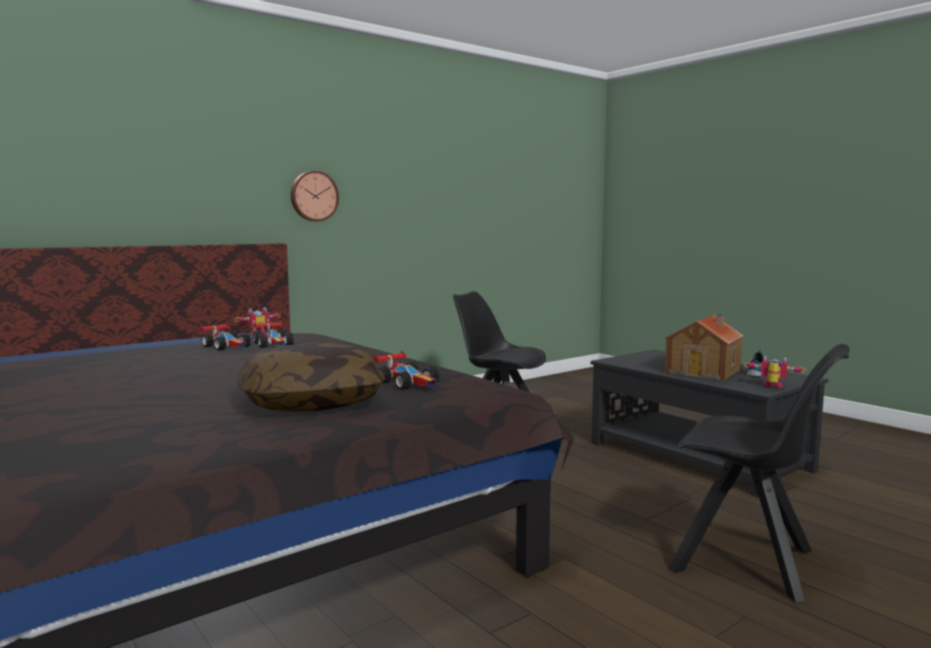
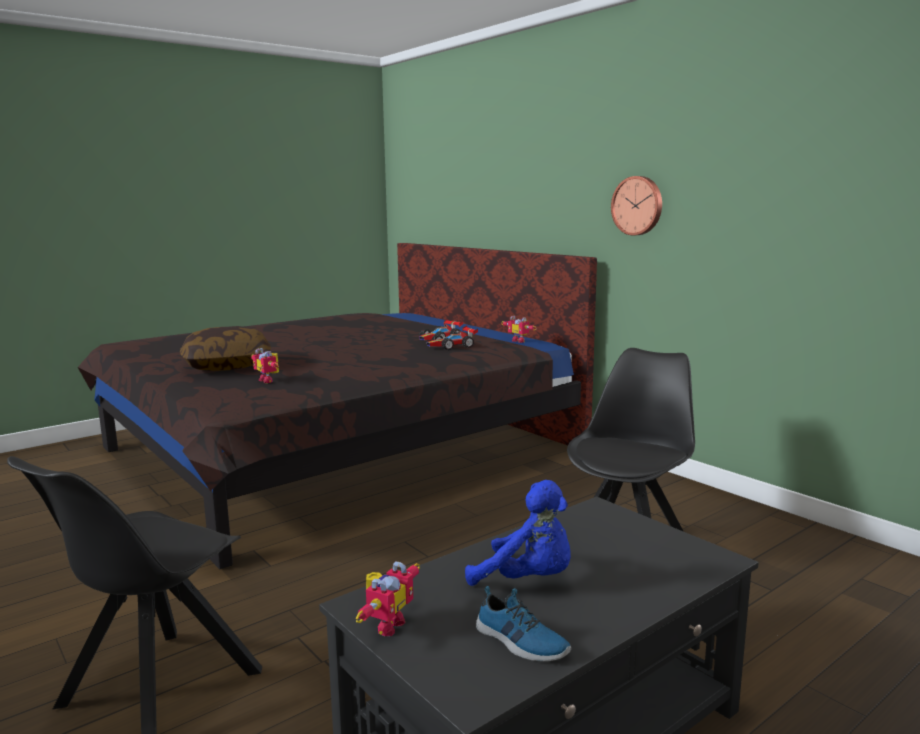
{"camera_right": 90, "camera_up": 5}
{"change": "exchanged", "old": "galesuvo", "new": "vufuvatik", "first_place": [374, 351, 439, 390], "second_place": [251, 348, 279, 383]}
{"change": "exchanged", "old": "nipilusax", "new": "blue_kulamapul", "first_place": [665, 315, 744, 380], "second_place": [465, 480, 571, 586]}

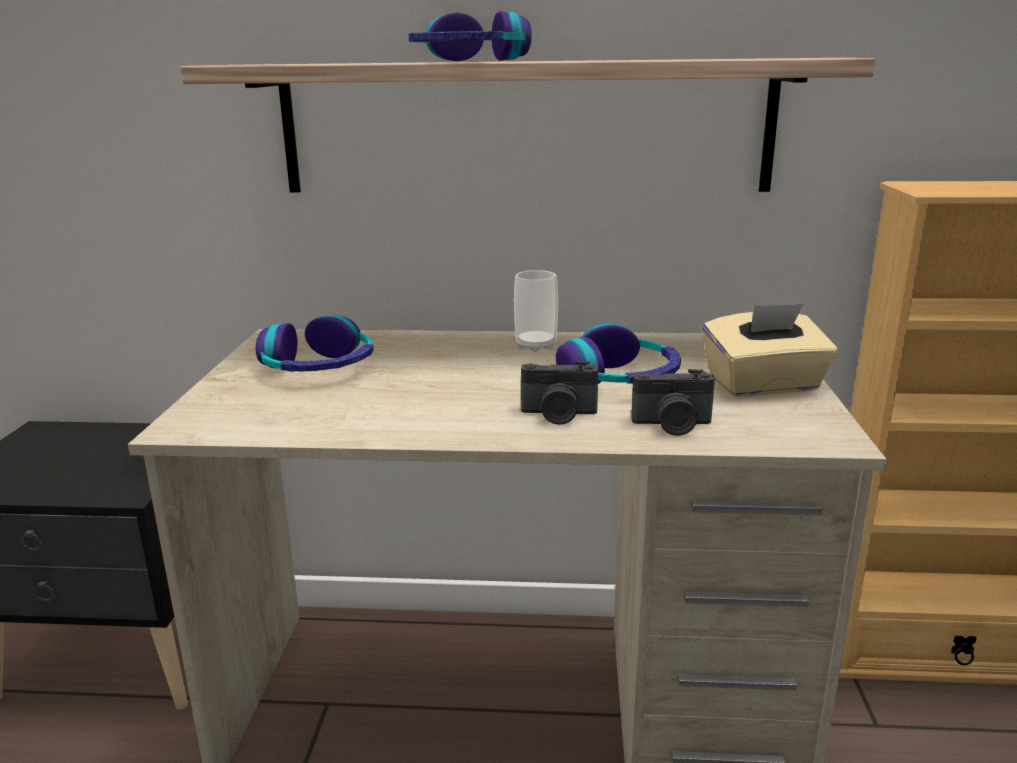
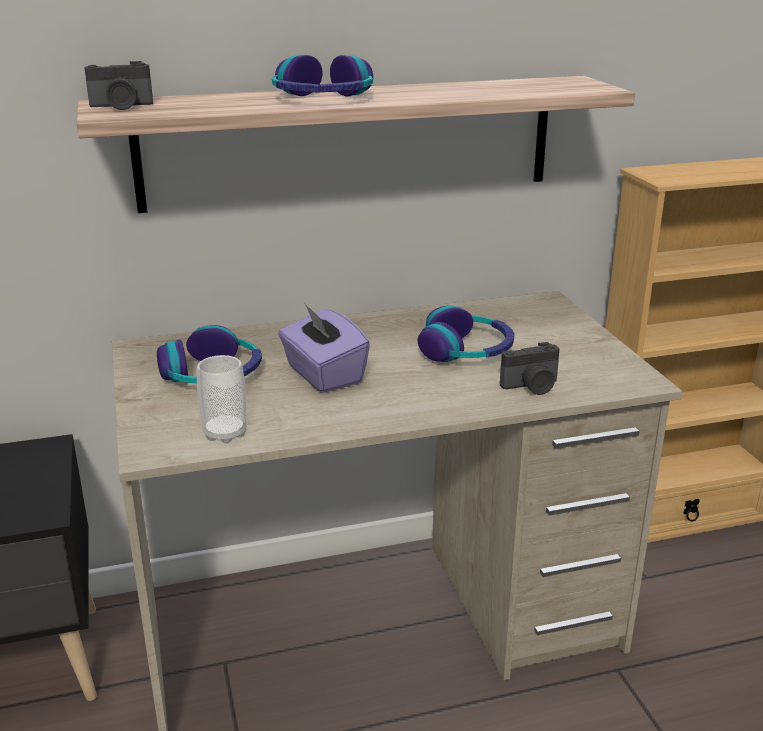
{"camera_right": -20, "camera_up": 5}
{"change": "relocated", "old": "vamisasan", "first_place": [514, 270, 558, 352], "second_place": [197, 355, 247, 443]}
{"change": "relocated", "old": "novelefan", "first_place": [521, 361, 598, 425], "second_place": [84, 61, 153, 110]}
{"change": "missing", "old": "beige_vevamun", "first_place": [703, 303, 838, 397]}
{"change": "appeared", "new": "purple_vevamun", "second_place": [278, 304, 370, 393]}

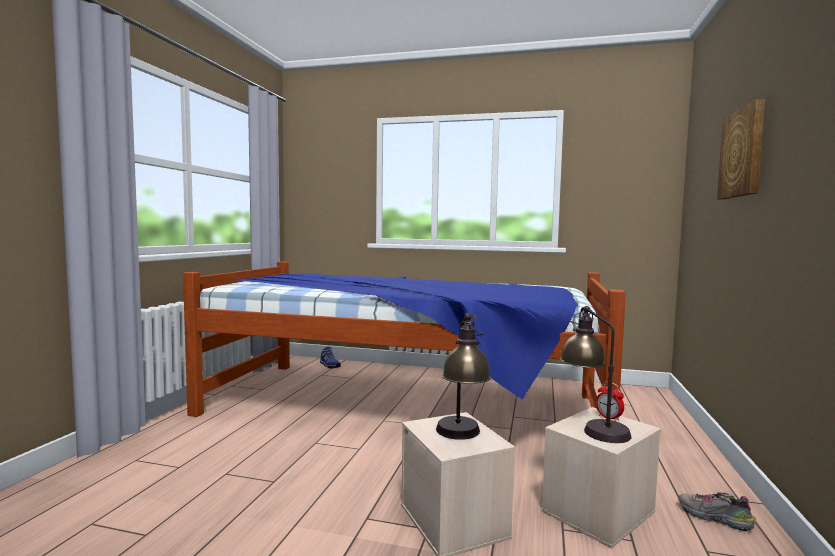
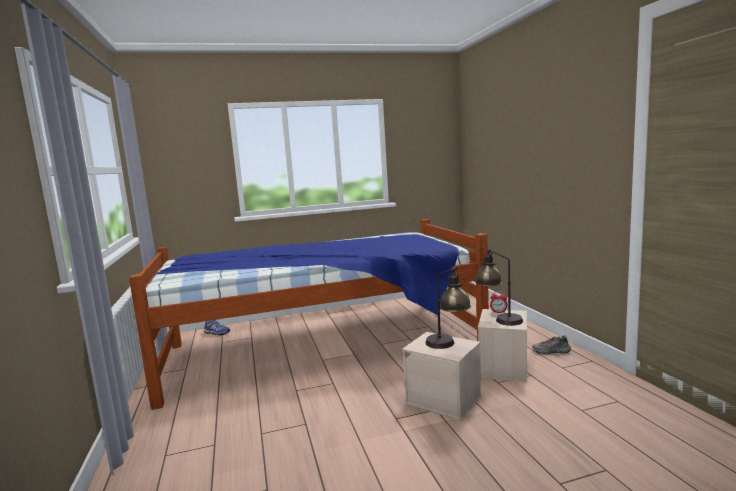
{"camera_right": -30, "camera_up": 5}
{"change": "missing", "old": "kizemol", "first_place": [717, 99, 765, 200]}

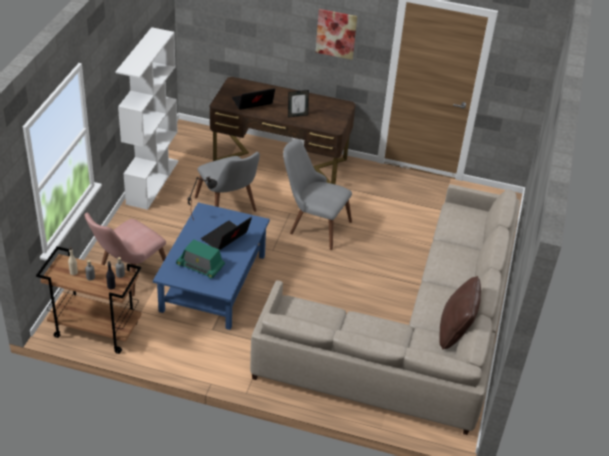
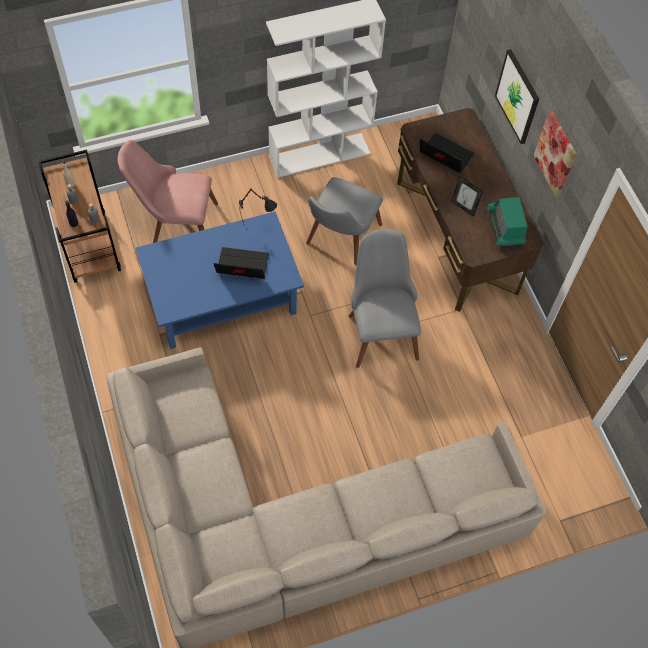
{"camera_right": 55, "camera_up": 20}
{"change": "relocated", "old": "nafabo", "first_place": [176, 239, 225, 279], "second_place": [487, 197, 528, 247]}
{"change": "missing", "old": "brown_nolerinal", "first_place": [439, 276, 481, 349]}
{"change": "appeared", "new": "kizemol", "second_place": [495, 49, 539, 144]}

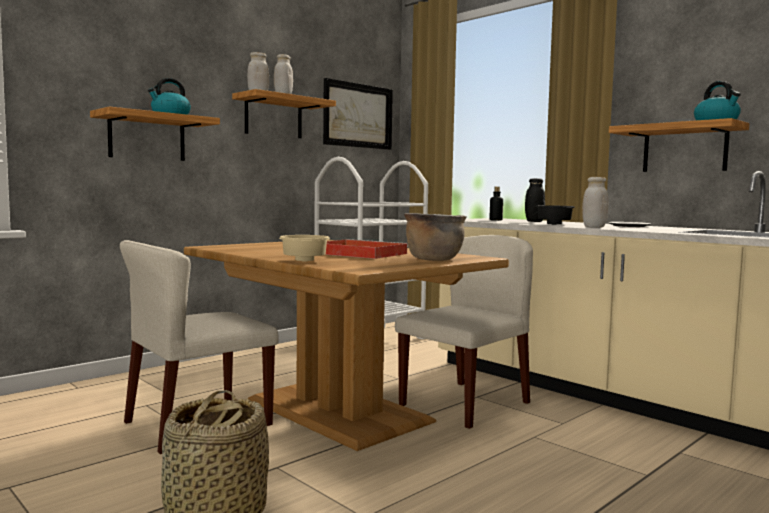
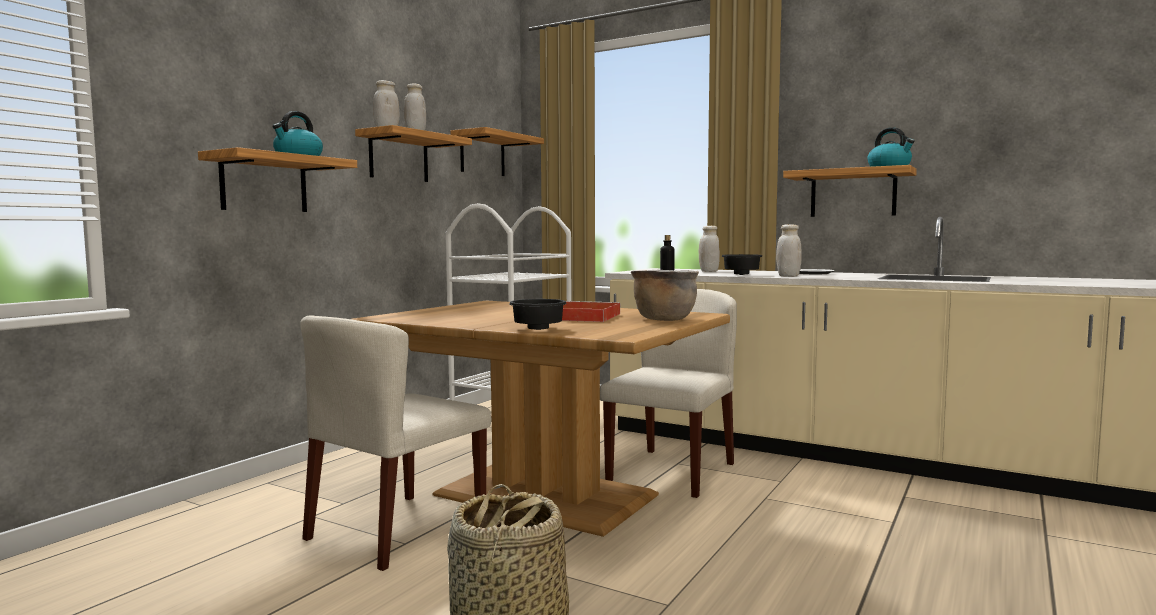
{"camera_right": -15, "camera_up": 0}
{"change": "colour", "old": "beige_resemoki", "new": "black_resemoki", "first_place": [279, 235, 330, 262], "second_place": [509, 299, 567, 330]}
{"change": "exchanged", "old": "kizemol", "new": "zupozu", "first_place": [323, 78, 393, 150], "second_place": [451, 127, 544, 176]}
{"change": "colour", "old": "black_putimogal", "new": "white_putimogal", "first_place": [525, 178, 545, 222], "second_place": [699, 226, 720, 272]}

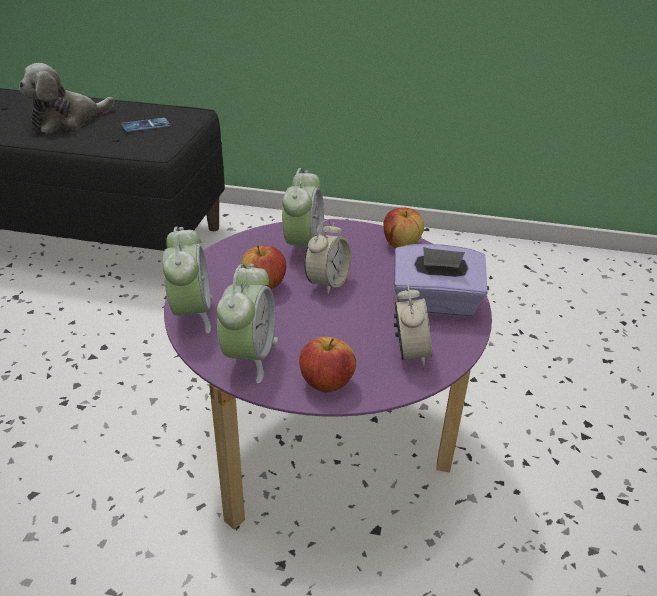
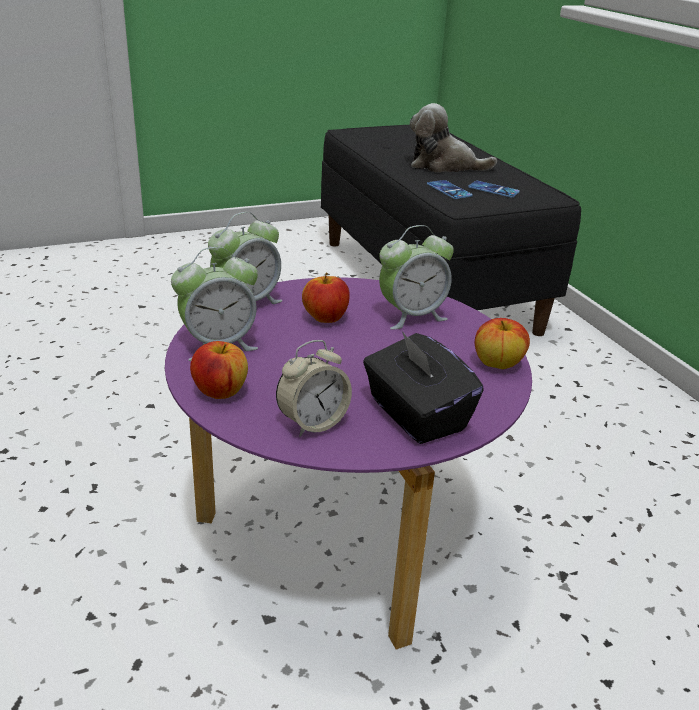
{"camera_right": 55, "camera_up": -5}
{"change": "missing", "old": "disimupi", "first_place": [304, 219, 352, 294]}
{"change": "colour", "old": "purple_vevamun", "new": "black_vevamun", "first_place": [394, 244, 488, 317], "second_place": [363, 331, 484, 444]}
{"change": "appeared", "new": "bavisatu", "second_place": [427, 180, 473, 199]}

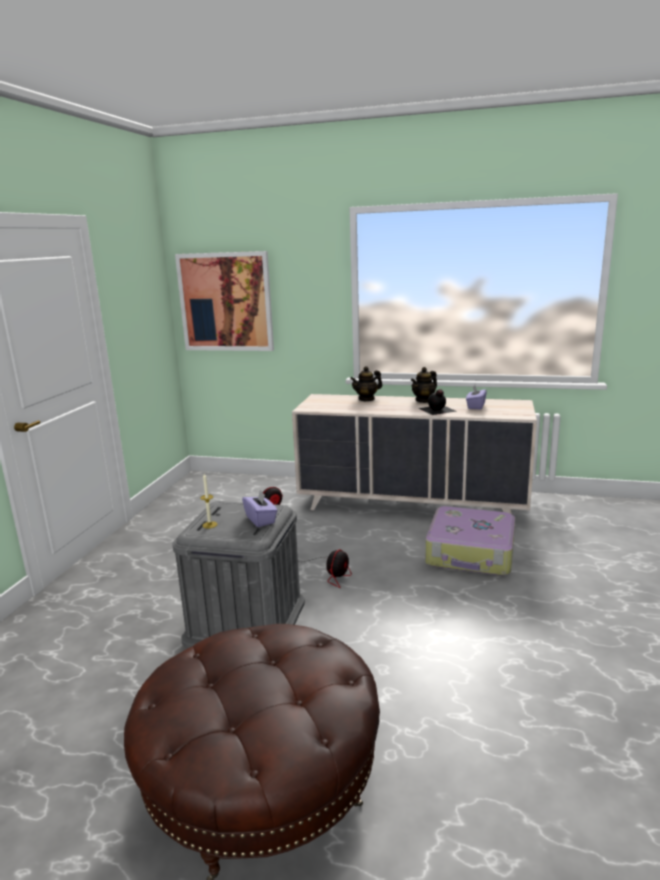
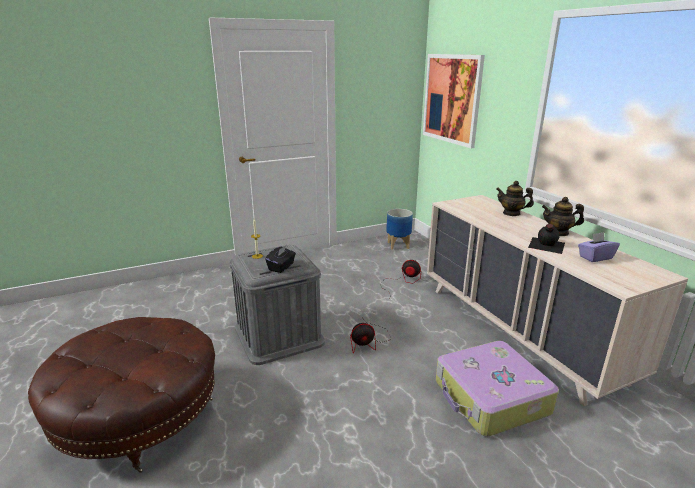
{"camera_right": 50, "camera_up": 5}
{"change": "colour", "old": "purple_vevamun", "new": "black_vevamun", "first_place": [242, 490, 278, 527], "second_place": [265, 246, 296, 273]}
{"change": "appeared", "new": "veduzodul", "second_place": [386, 209, 413, 250]}

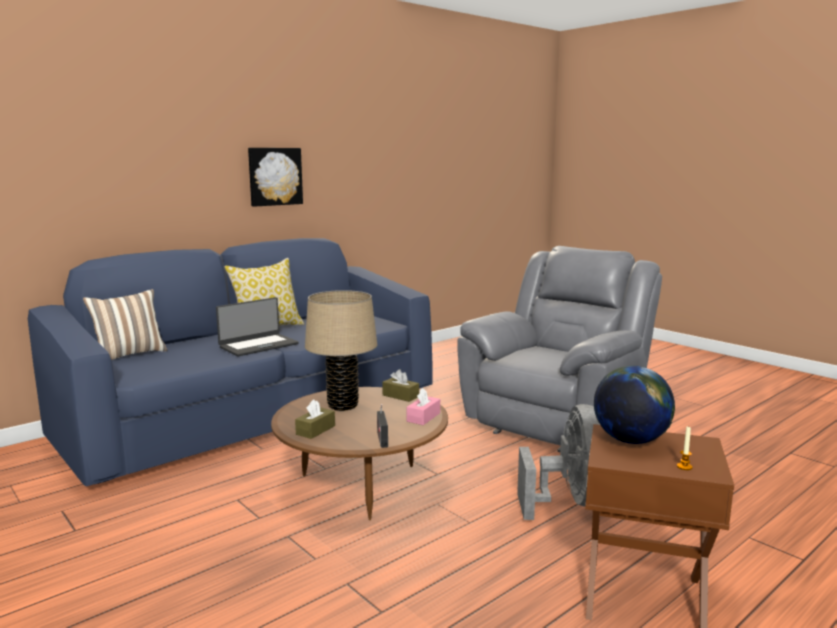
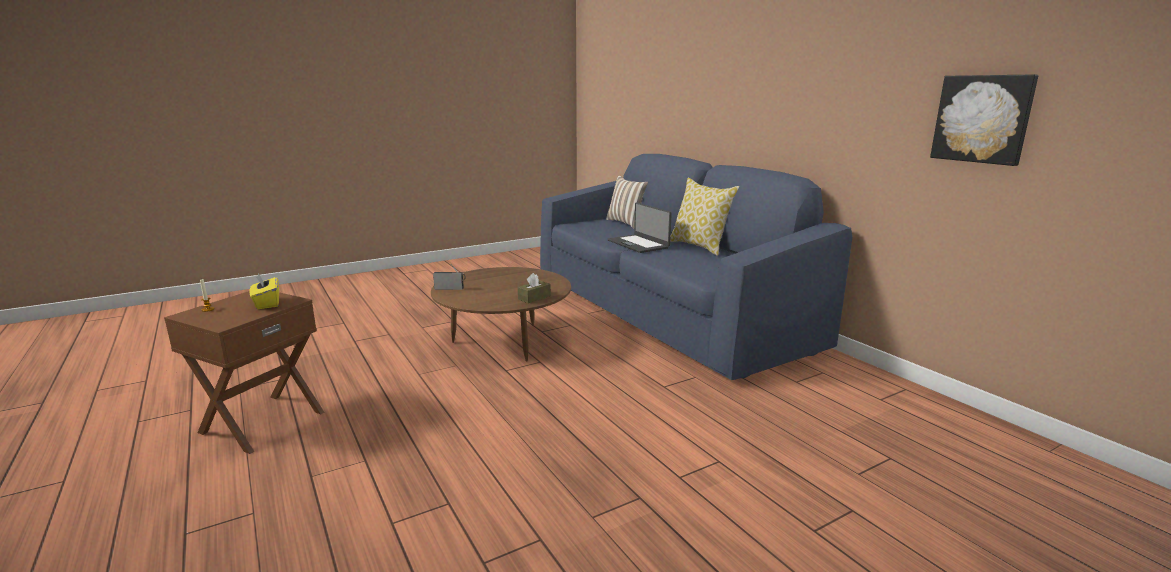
{"camera_right": 100, "camera_up": 5}
{"change": "relocated", "old": "kizemol", "first_place": [248, 148, 303, 207], "second_place": [930, 75, 1038, 166]}
{"change": "missing", "old": "brown_vevamun", "first_place": [295, 399, 335, 439]}
{"change": "missing", "old": "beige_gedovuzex", "first_place": [305, 290, 377, 411]}
{"change": "missing", "old": "pink_vevamun", "first_place": [407, 388, 440, 425]}
{"change": "missing", "old": "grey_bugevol", "first_place": [457, 246, 662, 452]}
{"change": "missing", "old": "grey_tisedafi", "first_place": [517, 404, 600, 520]}
{"change": "exchanged", "old": "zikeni", "new": "yellow_vevamun", "first_place": [594, 366, 675, 444], "second_place": [250, 273, 279, 309]}

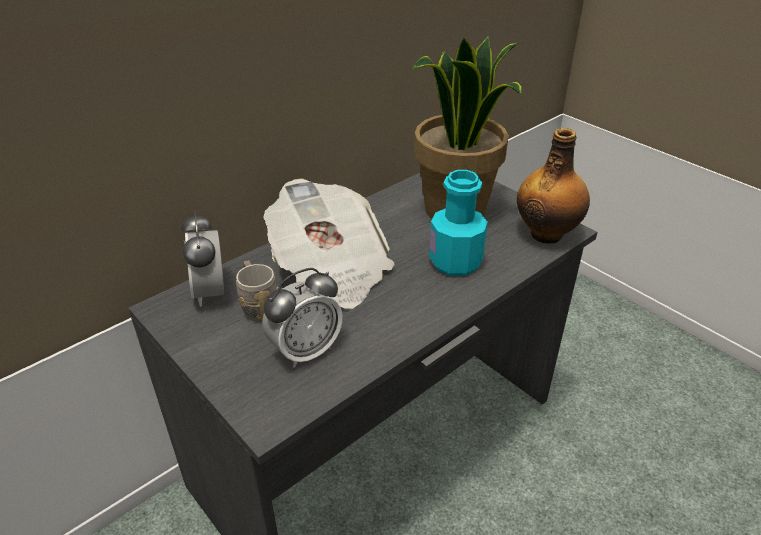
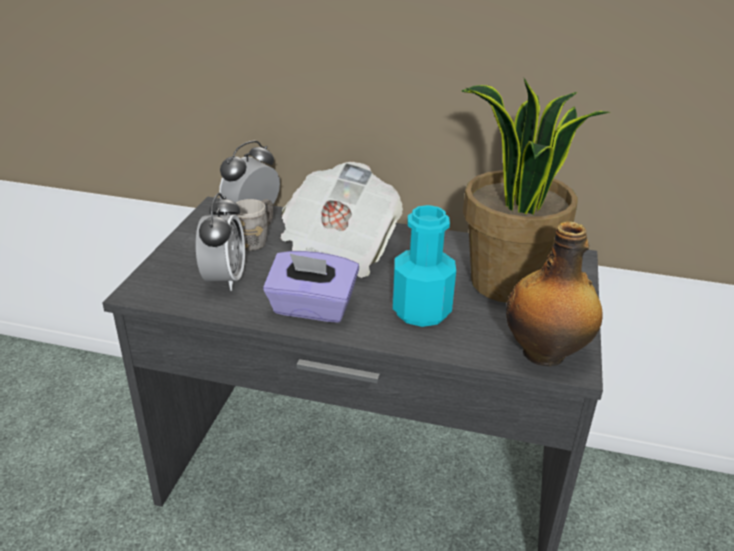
{"camera_right": 55, "camera_up": -5}
{"change": "spun", "old": "disimupi", "first_place": [262, 268, 343, 368], "second_place": [196, 193, 245, 291], "degrees": -105}
{"change": "appeared", "new": "purple_vevamun", "second_place": [263, 251, 359, 323]}

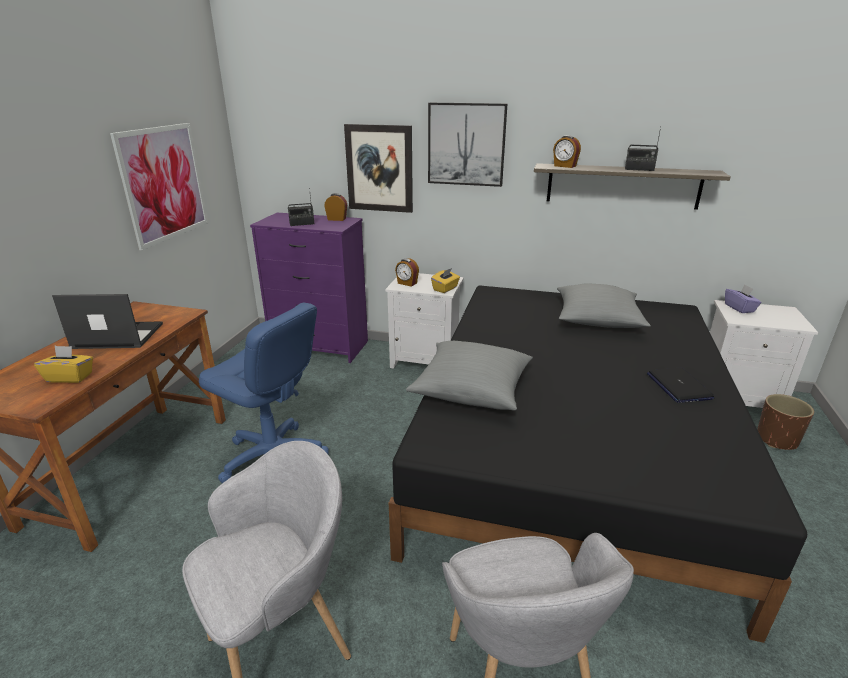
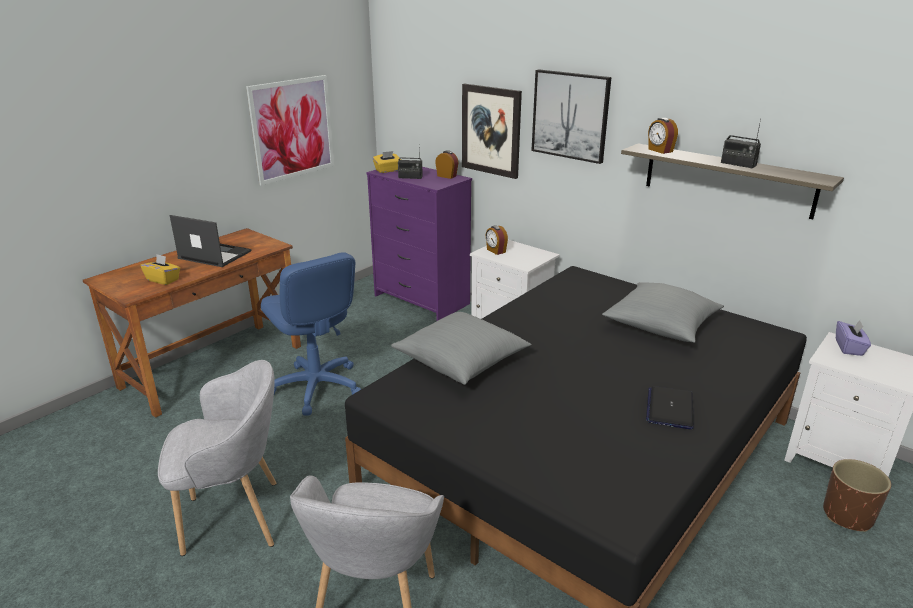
{"camera_right": 25, "camera_up": 0}
{"change": "relocated", "old": "yellow_vevamun", "first_place": [431, 268, 460, 293], "second_place": [373, 151, 401, 173]}

